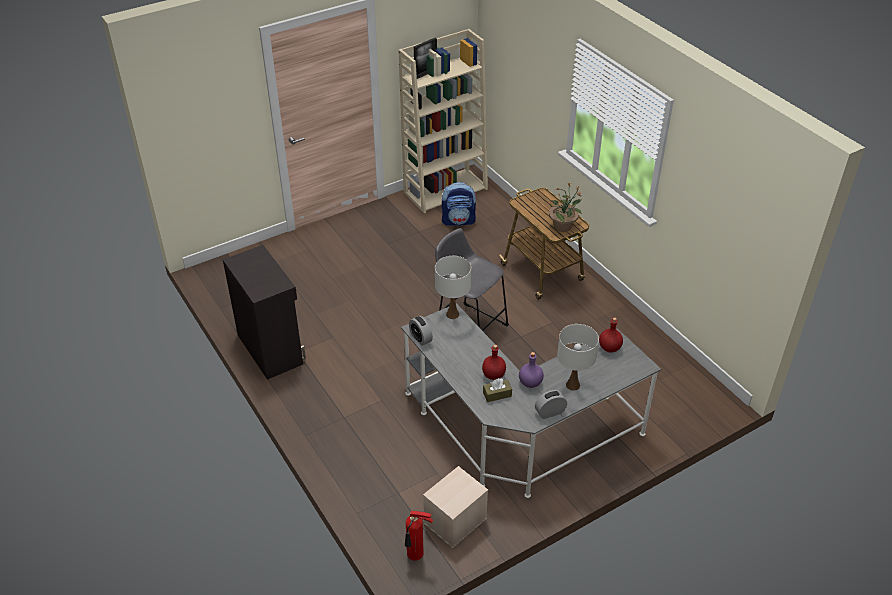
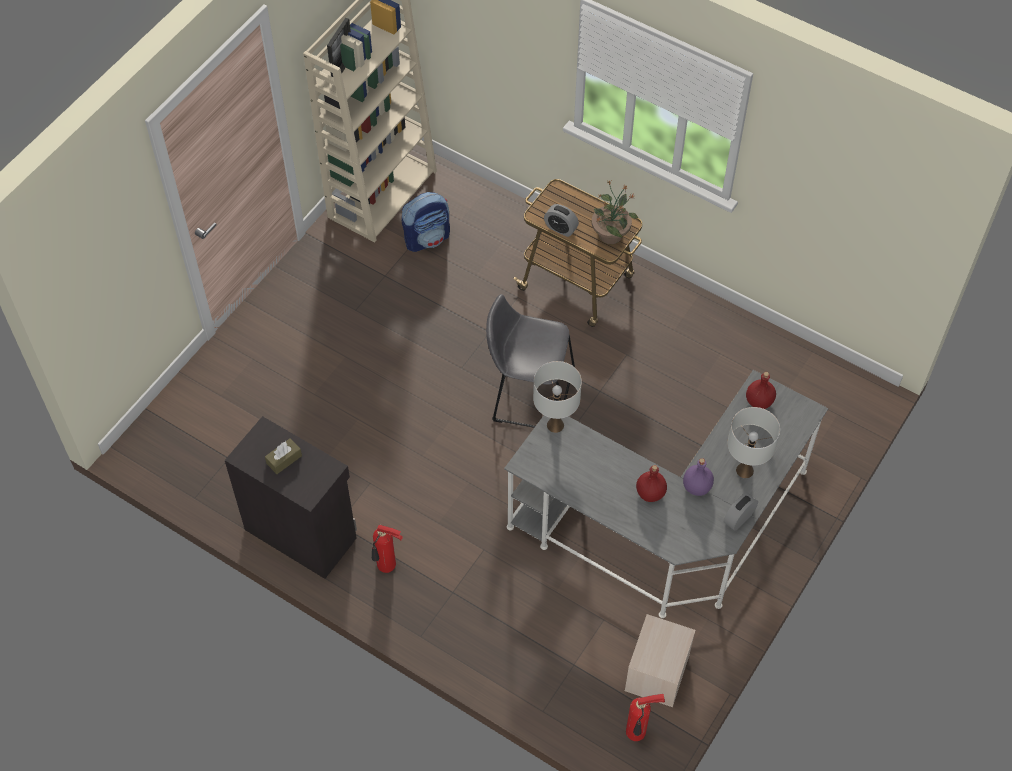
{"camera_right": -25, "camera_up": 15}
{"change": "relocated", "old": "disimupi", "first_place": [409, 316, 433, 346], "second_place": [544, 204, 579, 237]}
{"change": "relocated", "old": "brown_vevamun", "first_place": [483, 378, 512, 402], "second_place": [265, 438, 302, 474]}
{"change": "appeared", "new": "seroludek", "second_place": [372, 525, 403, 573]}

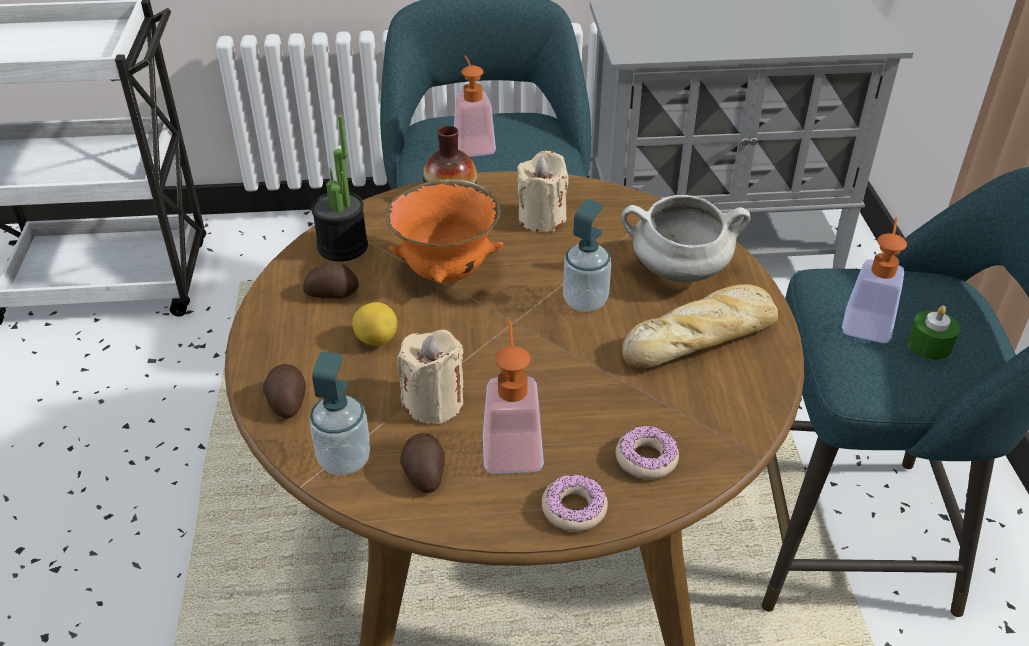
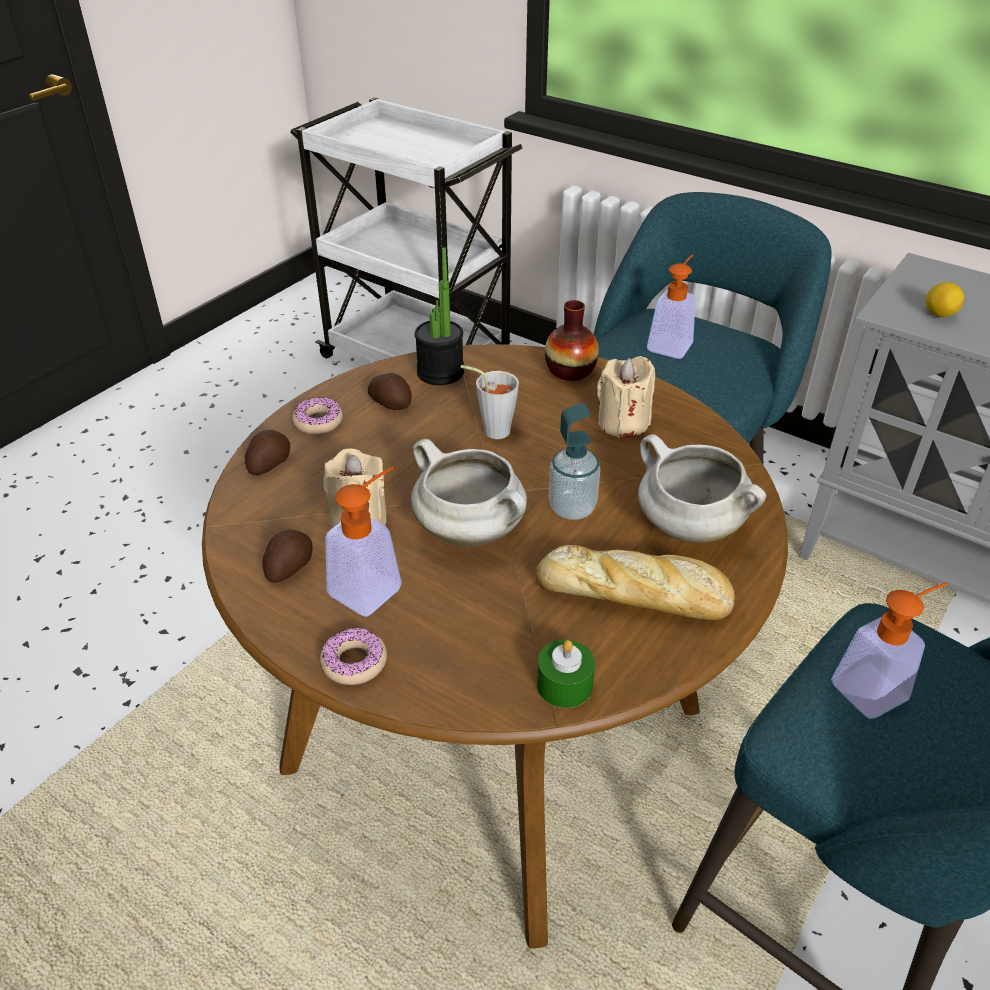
{"camera_right": 40, "camera_up": 0}
{"change": "missing", "old": "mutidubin", "first_place": [309, 351, 371, 475]}
{"change": "relocated", "old": "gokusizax", "first_place": [352, 302, 397, 346], "second_place": [926, 282, 964, 317]}
{"change": "exchanged", "old": "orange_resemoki", "new": "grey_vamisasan", "first_place": [386, 179, 503, 283], "second_place": [461, 365, 519, 439]}
{"change": "relocated", "old": "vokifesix", "first_place": [616, 426, 679, 480], "second_place": [292, 397, 343, 434]}
{"change": "relocated", "old": "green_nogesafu", "first_place": [907, 306, 960, 360], "second_place": [537, 640, 595, 708]}
{"change": "appeared", "new": "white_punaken", "second_place": [411, 439, 527, 547]}

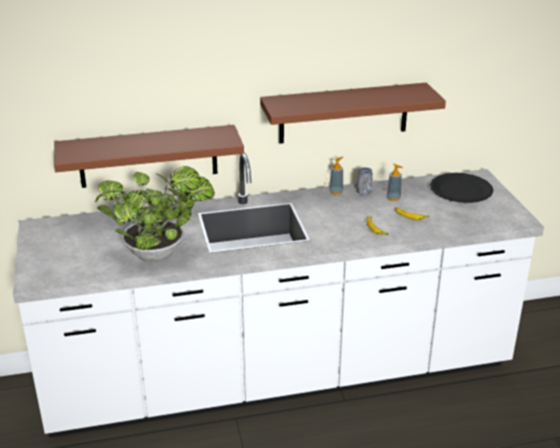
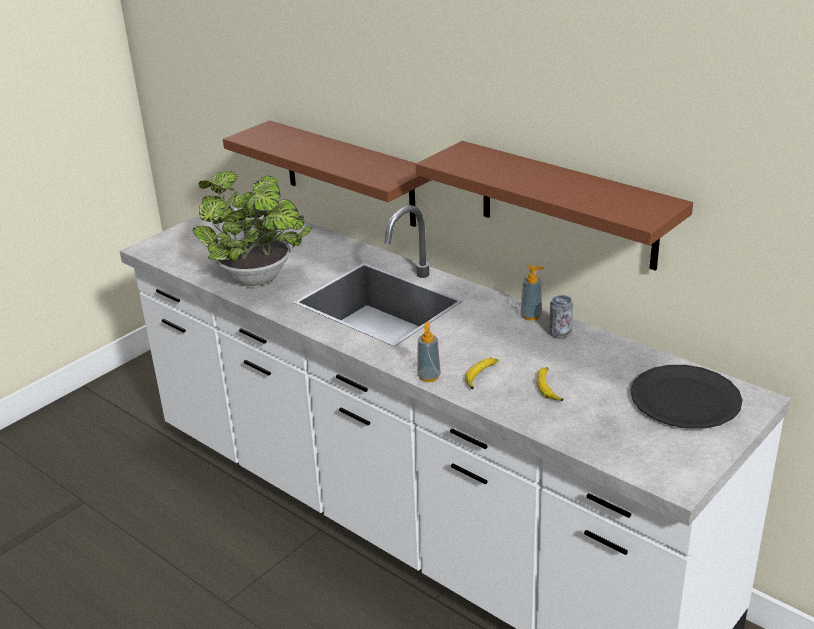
{"camera_right": 55, "camera_up": 0}
{"change": "relocated", "old": "mutidubin", "first_place": [387, 164, 403, 201], "second_place": [417, 322, 441, 382]}

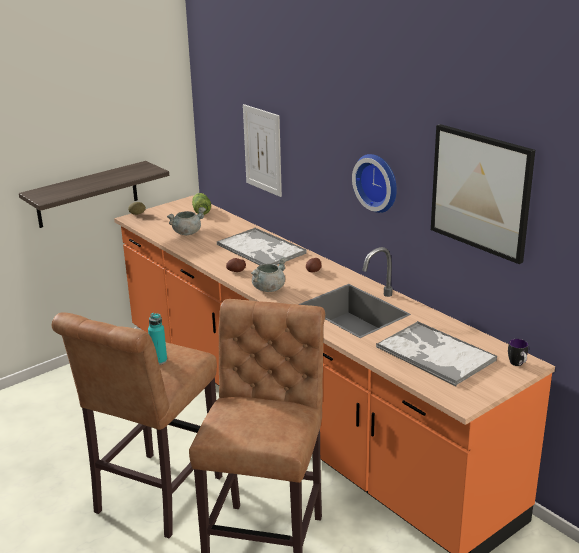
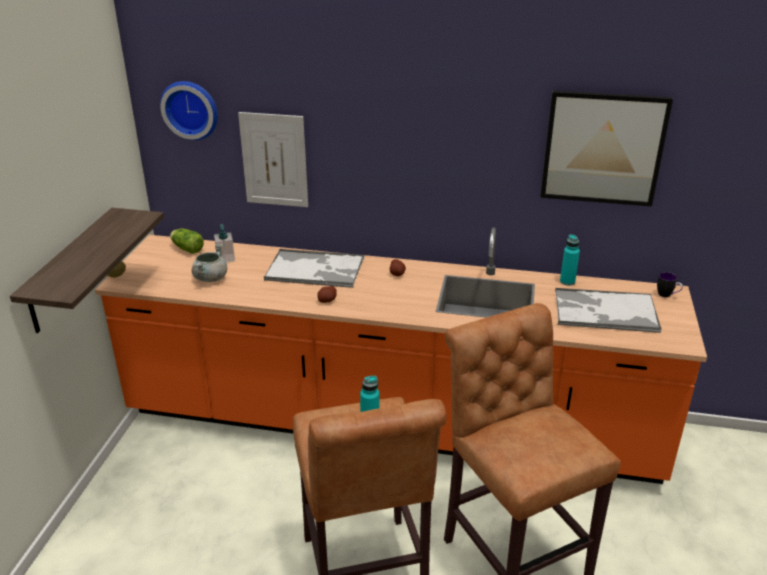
{"camera_right": -40, "camera_up": 5}
{"change": "missing", "old": "grey_punaken", "first_place": [251, 257, 287, 292]}
{"change": "relocated", "old": "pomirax", "first_place": [352, 154, 397, 213], "second_place": [160, 81, 218, 140]}
{"change": "appeared", "new": "mutidubin", "second_place": [214, 224, 235, 263]}
{"change": "appeared", "new": "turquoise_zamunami", "second_place": [560, 234, 580, 286]}

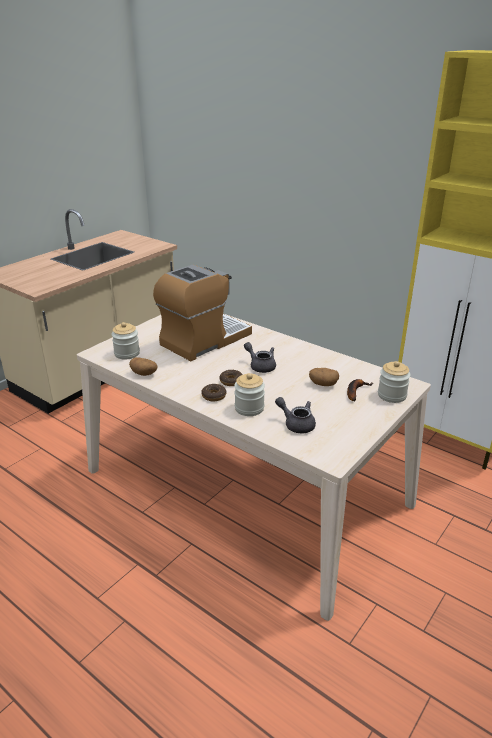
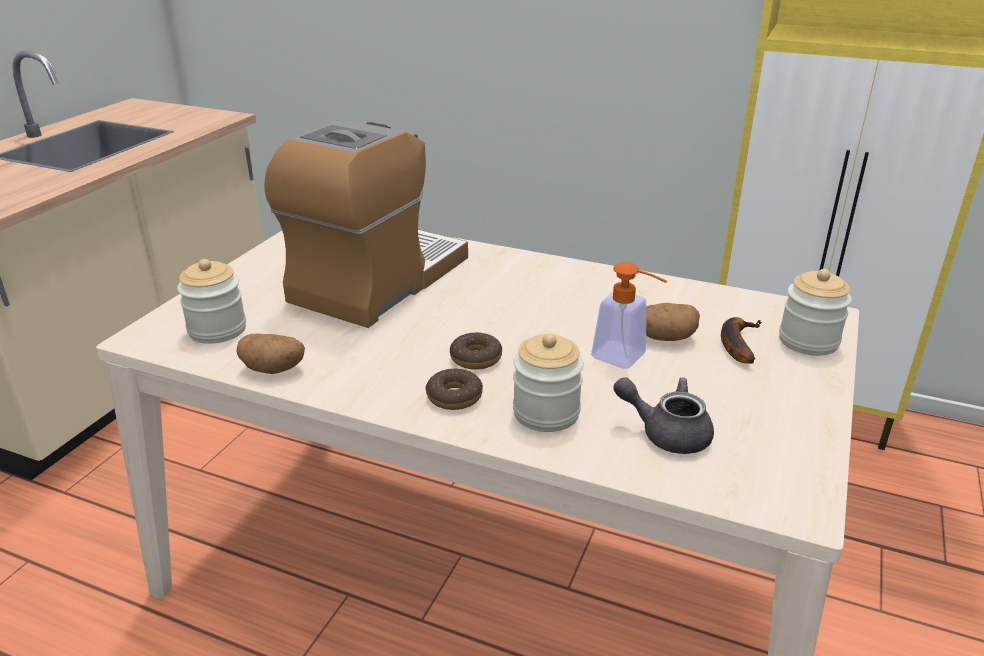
{"camera_right": -15, "camera_up": 0}
{"change": "missing", "old": "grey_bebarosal", "first_place": [244, 342, 276, 373]}
{"change": "appeared", "new": "mutidubin", "second_place": [591, 262, 667, 369]}

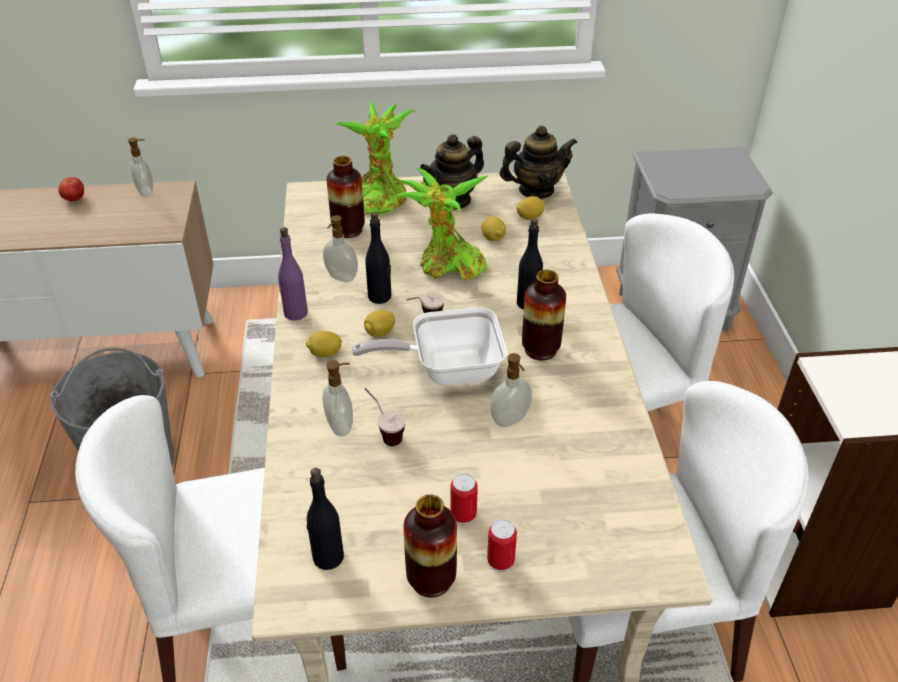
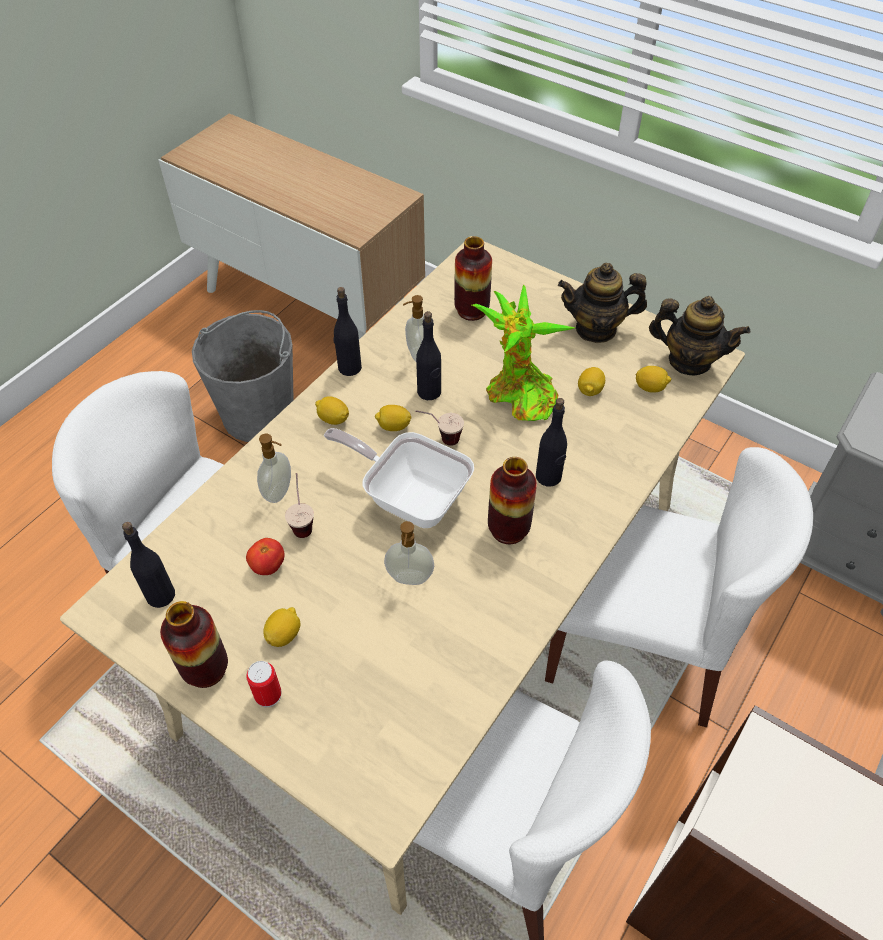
{"camera_right": 40, "camera_up": 10}
{"change": "relocated", "old": "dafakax", "first_place": [58, 177, 84, 201], "second_place": [246, 538, 285, 575]}
{"change": "missing", "old": "mutidubin", "first_place": [128, 137, 153, 197]}
{"change": "colour", "old": "purple_zamunami", "new": "black_zamunami", "first_place": [278, 227, 308, 320], "second_place": [334, 287, 362, 376]}
{"change": "missing", "old": "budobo", "first_place": [334, 101, 415, 214]}
{"change": "exchanged", "old": "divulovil", "new": "gokusizax", "first_place": [450, 473, 478, 525], "second_place": [263, 607, 300, 647]}

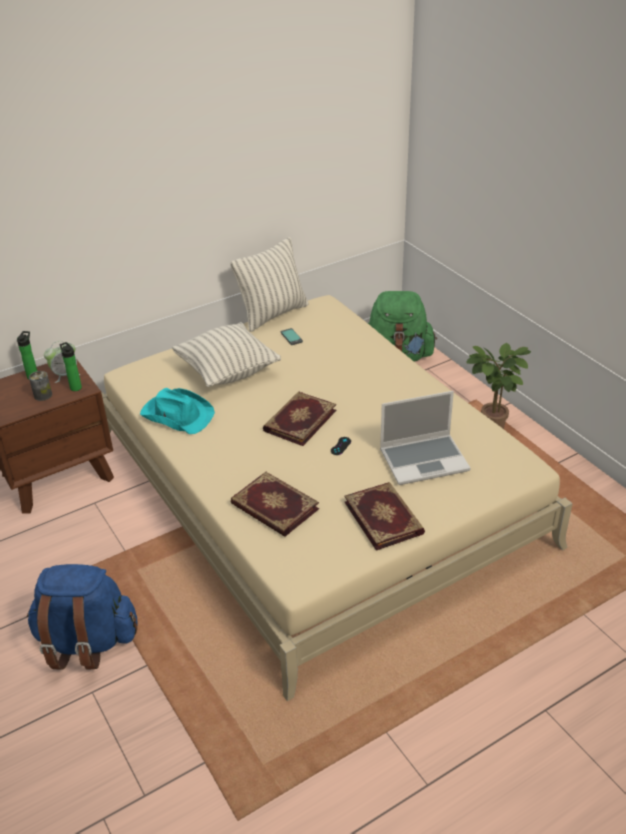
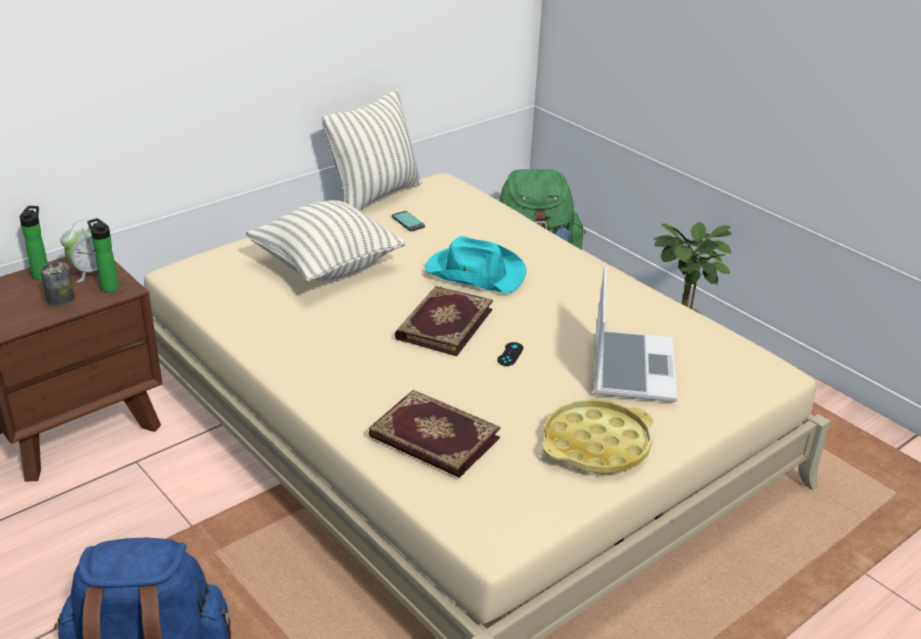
{"camera_right": -10, "camera_up": -5}
{"change": "relocated", "old": "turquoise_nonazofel", "first_place": [140, 388, 215, 434], "second_place": [425, 236, 527, 293]}
{"change": "exchanged", "old": "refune", "new": "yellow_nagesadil", "first_place": [344, 482, 425, 551], "second_place": [542, 399, 653, 473]}
{"change": "spun", "old": "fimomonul", "first_place": [380, 391, 471, 485], "second_place": [594, 265, 678, 402], "degrees": -60}

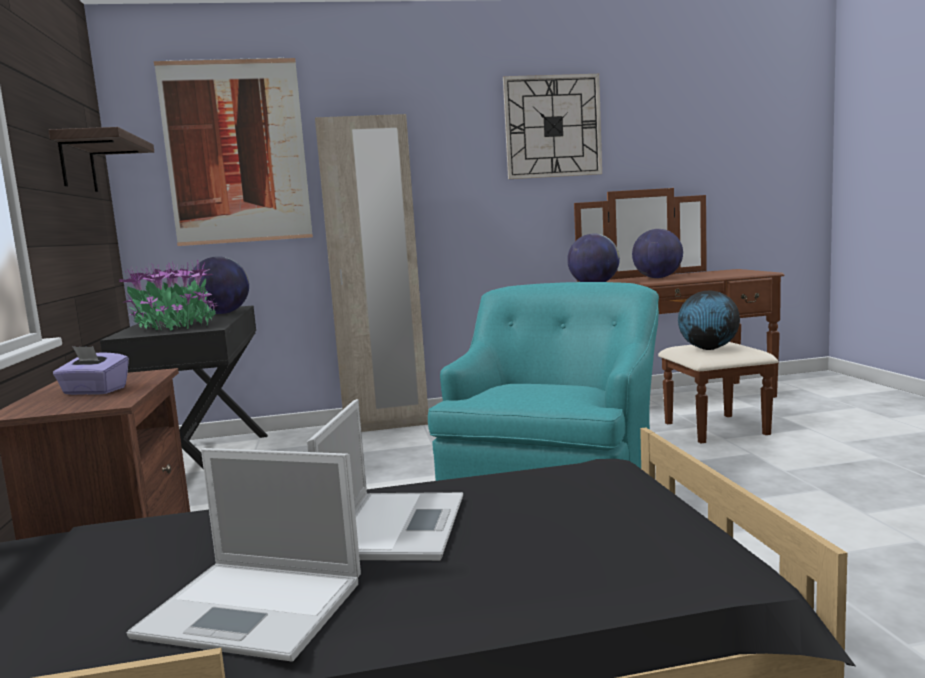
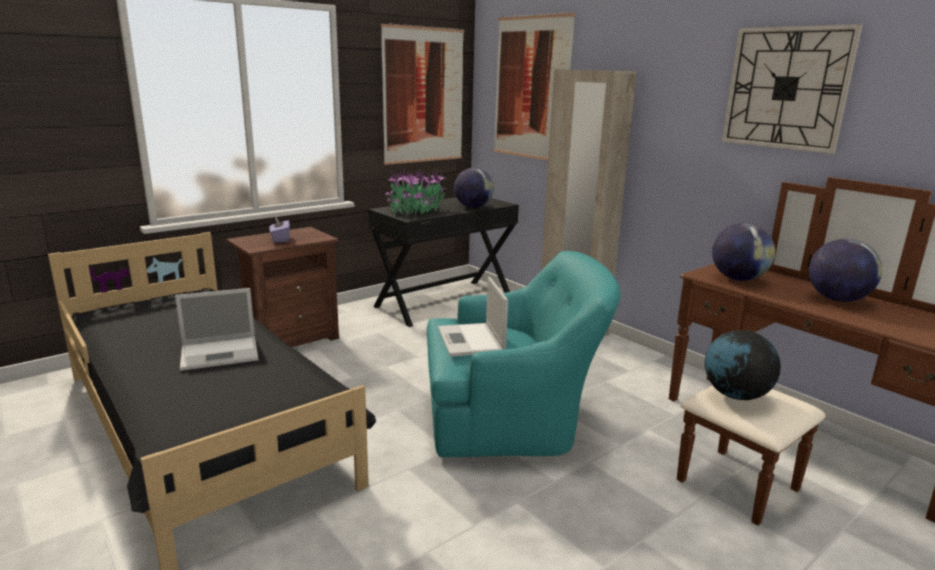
{"camera_right": 60, "camera_up": 10}
{"change": "exchanged", "old": "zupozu", "new": "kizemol", "first_place": [49, 127, 154, 192], "second_place": [381, 23, 464, 165]}
{"change": "relocated", "old": "fimomonul", "first_place": [127, 448, 361, 662], "second_place": [438, 277, 508, 357]}

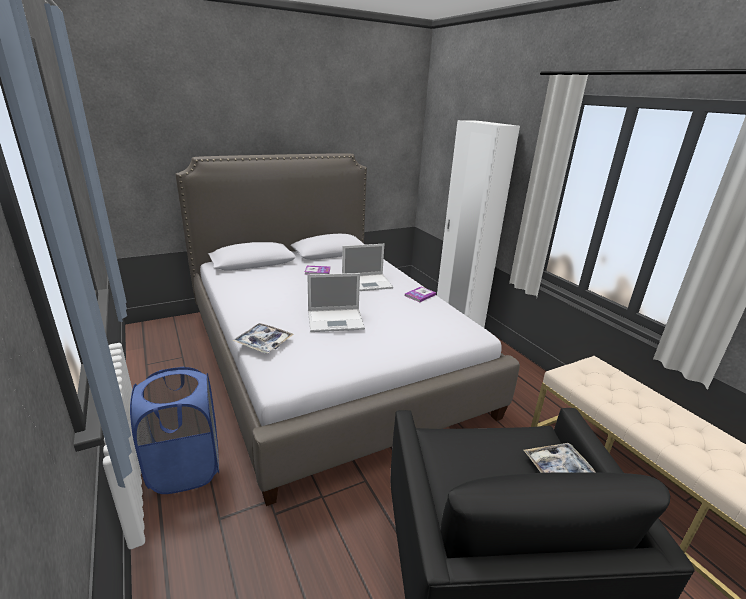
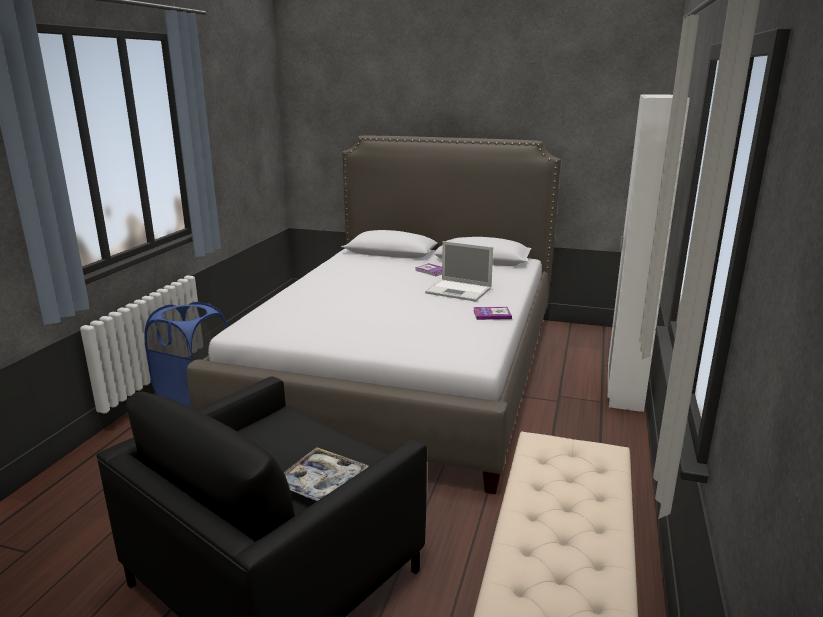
{"camera_right": 45, "camera_up": -5}
{"change": "missing", "old": "nagesadil", "first_place": [232, 323, 294, 353]}
{"change": "missing", "old": "fimomonul", "first_place": [307, 273, 365, 332]}

